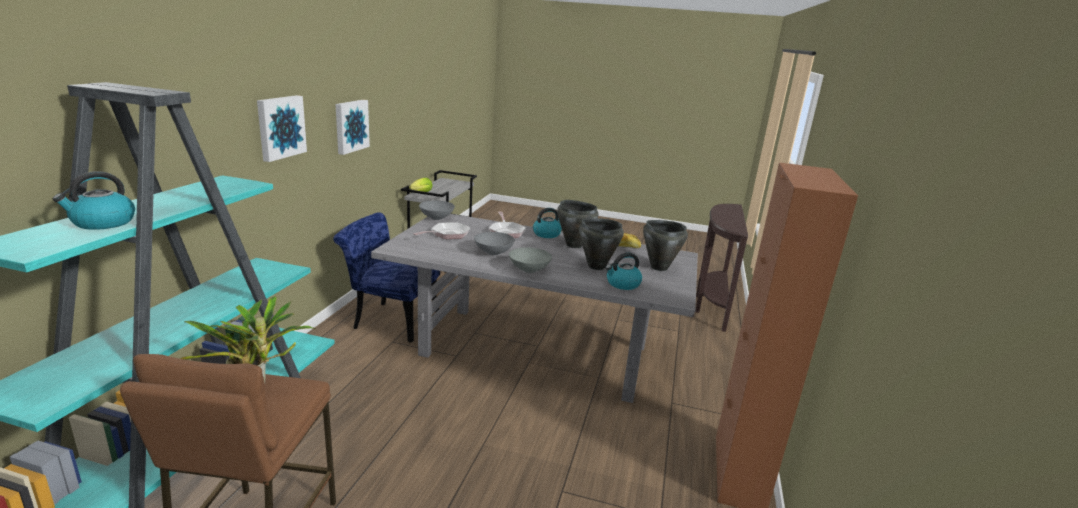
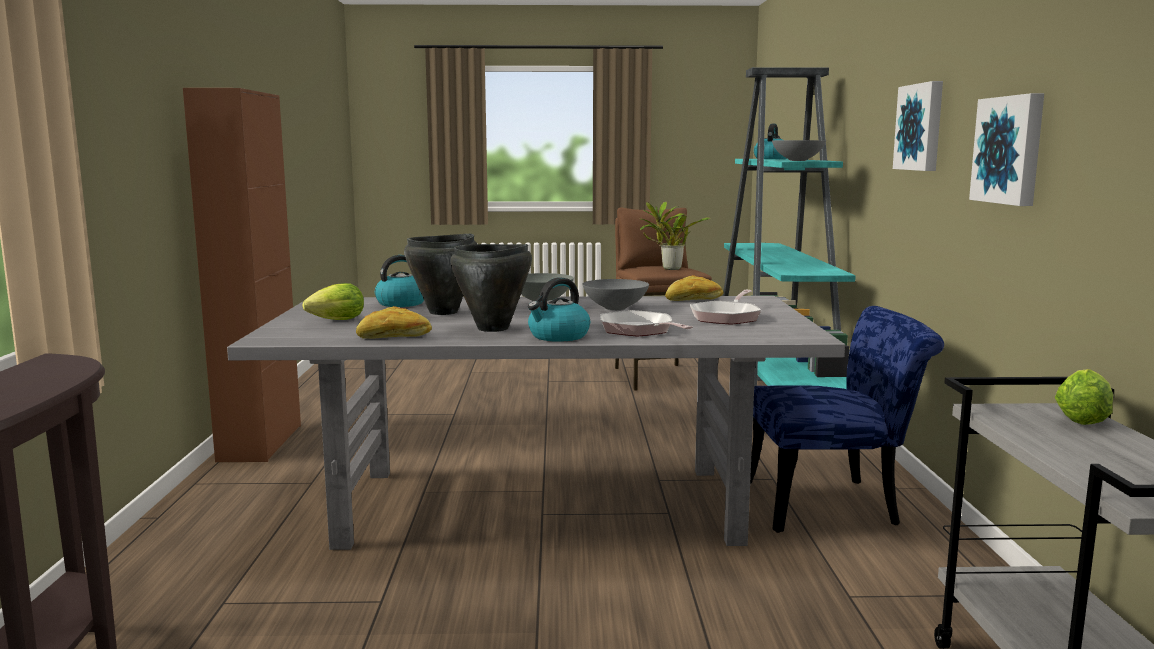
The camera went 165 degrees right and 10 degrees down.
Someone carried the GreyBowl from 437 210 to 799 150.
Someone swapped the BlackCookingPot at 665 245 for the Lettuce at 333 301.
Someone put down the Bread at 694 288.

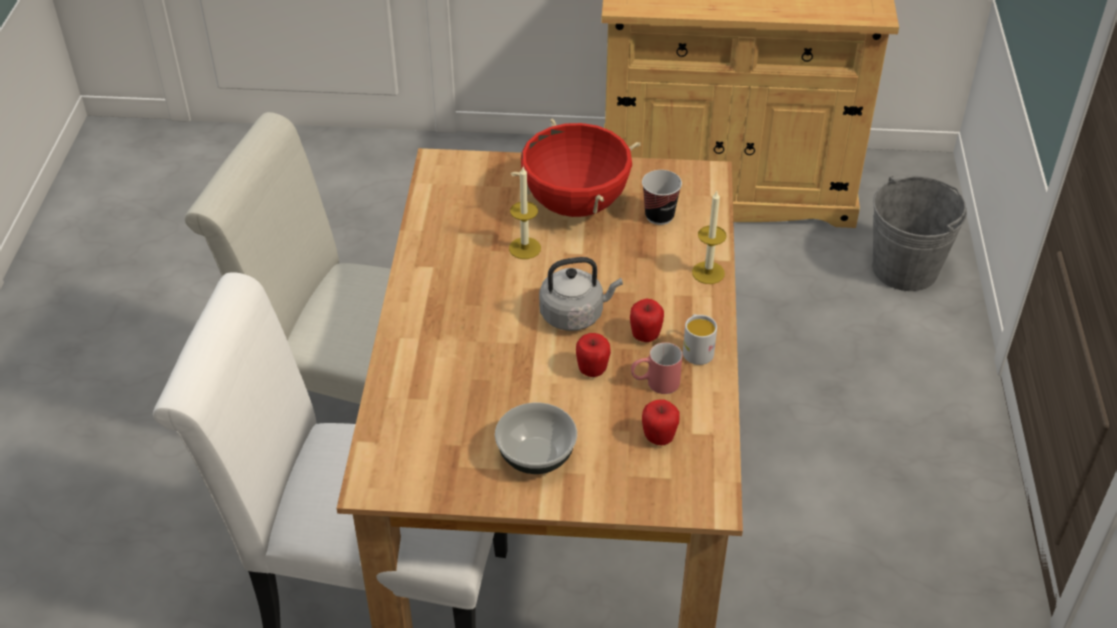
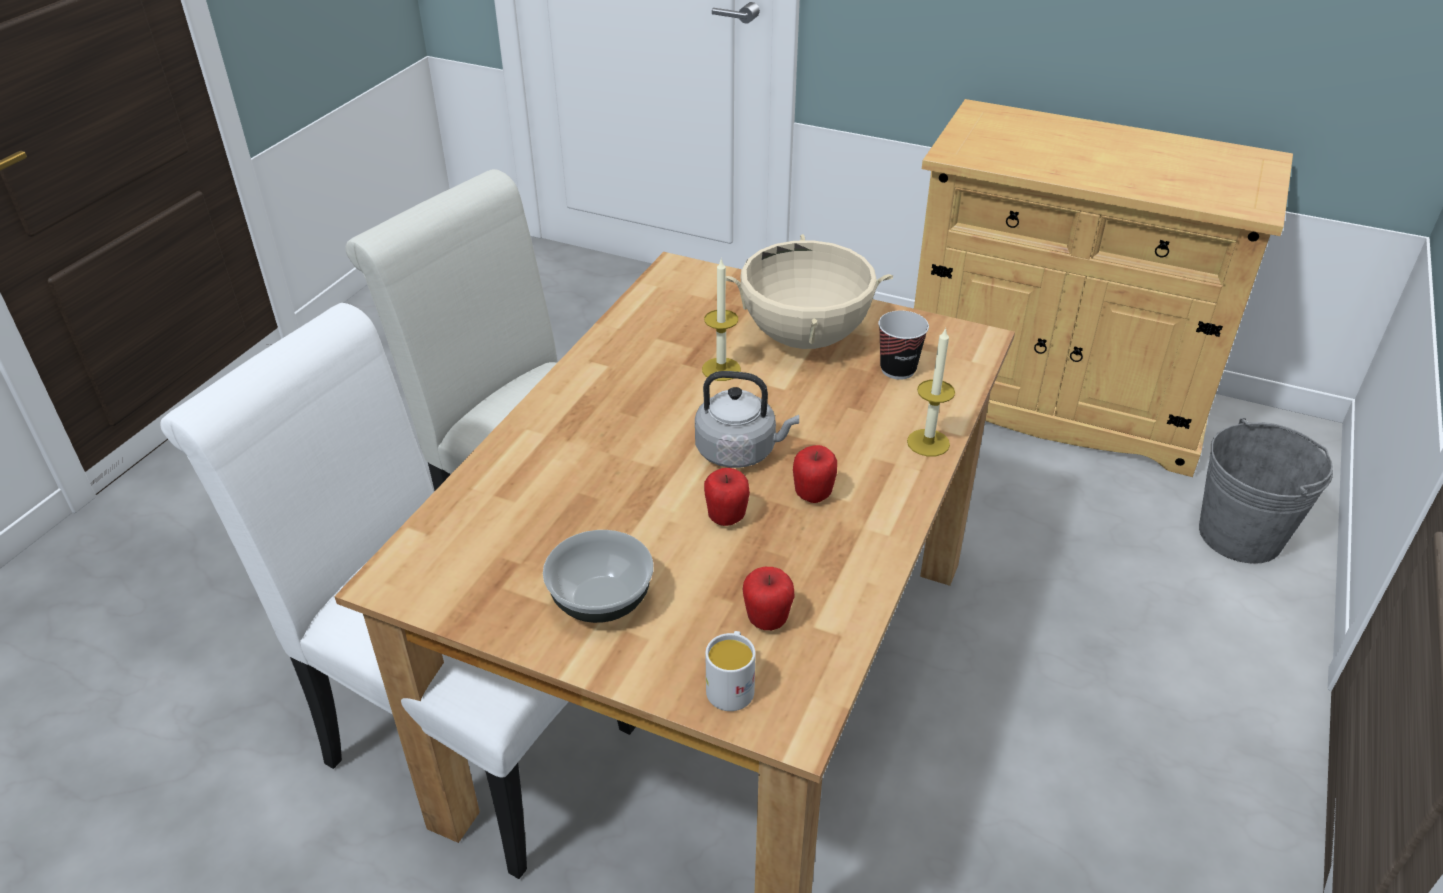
The camera went 20 degrees right and 5 degrees down.
Someone repainted the RedCookingPot at 576 168, which became the BeigeCookingPot at 809 291.
Someone carried the WhiteMug from 700 339 to 730 671.
Someone took away the RedMug at 657 368.

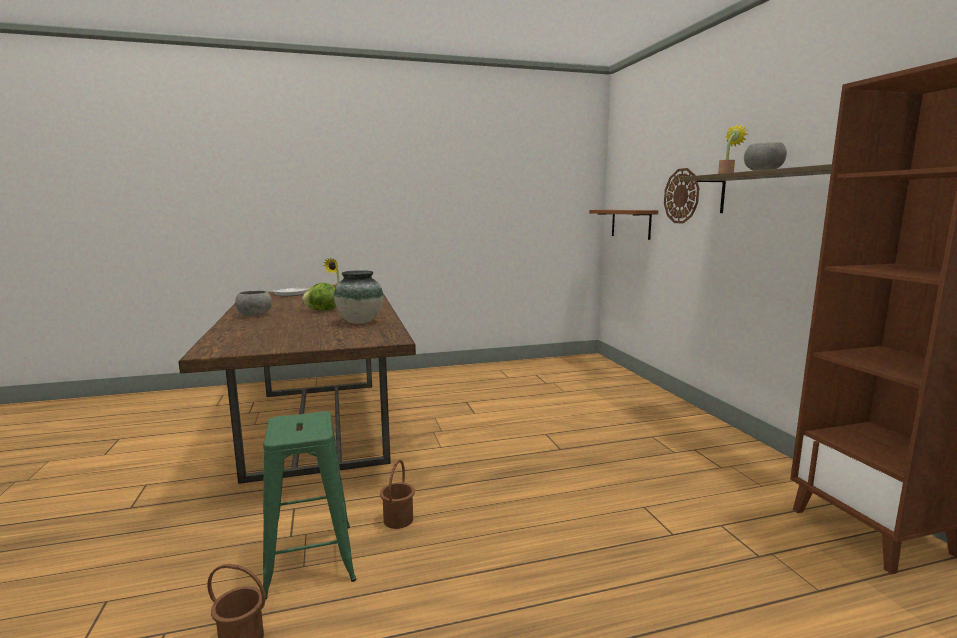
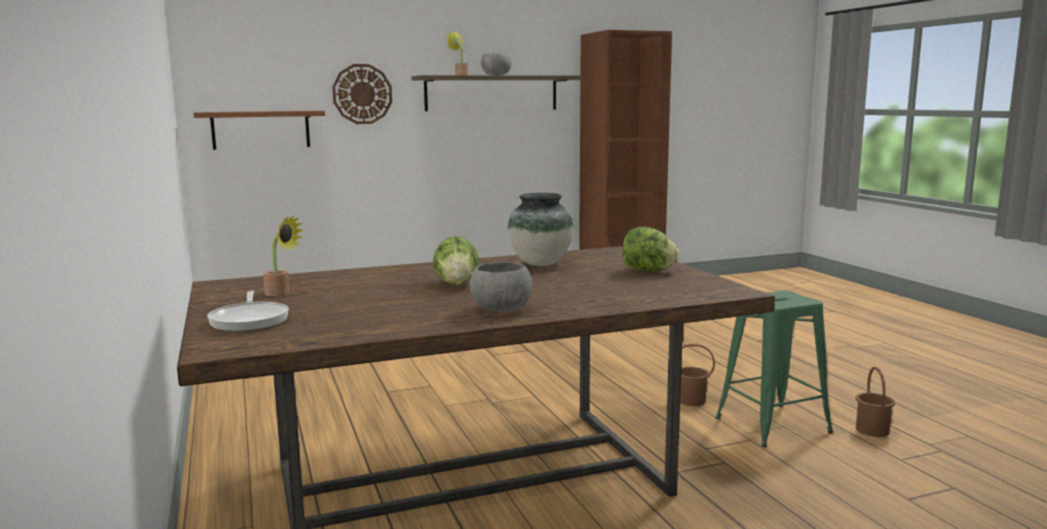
The camera went 95 degrees left and 0 degrees up.
Someone put down the Lettuce at 651 249.

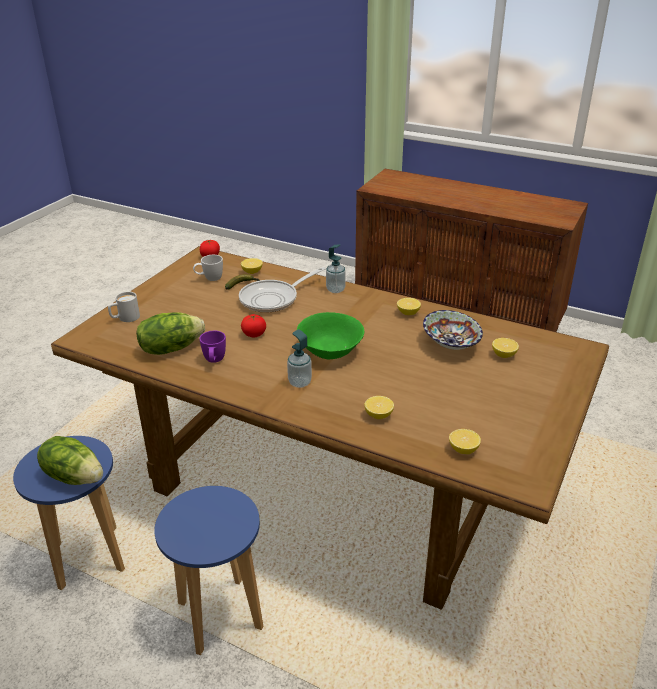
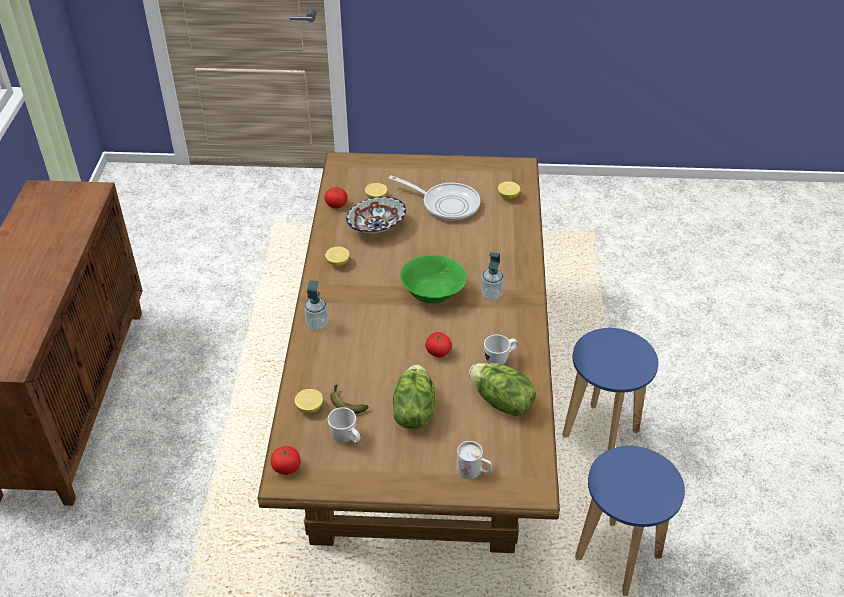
The camera went 115 degrees left and 10 degrees up.
Someone carried the FryingPan from 282 289 to 434 198.
Someone repainted the PurpleMug at 212 347, which became the WhiteMug at 501 349.
Someone took away the Lemon at 379 407.
Someone carried the Lettuce from 70 460 to 414 396.
Someone put down the Tomato at 335 198.

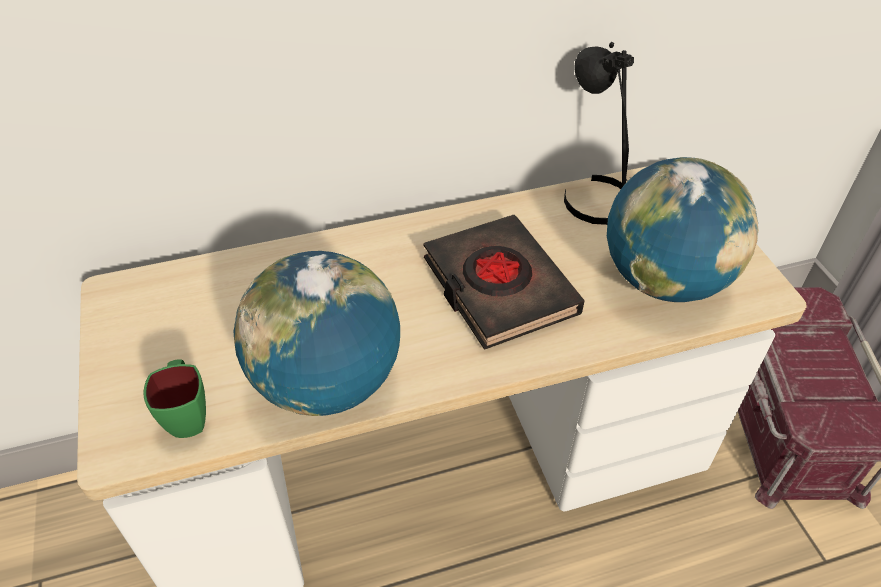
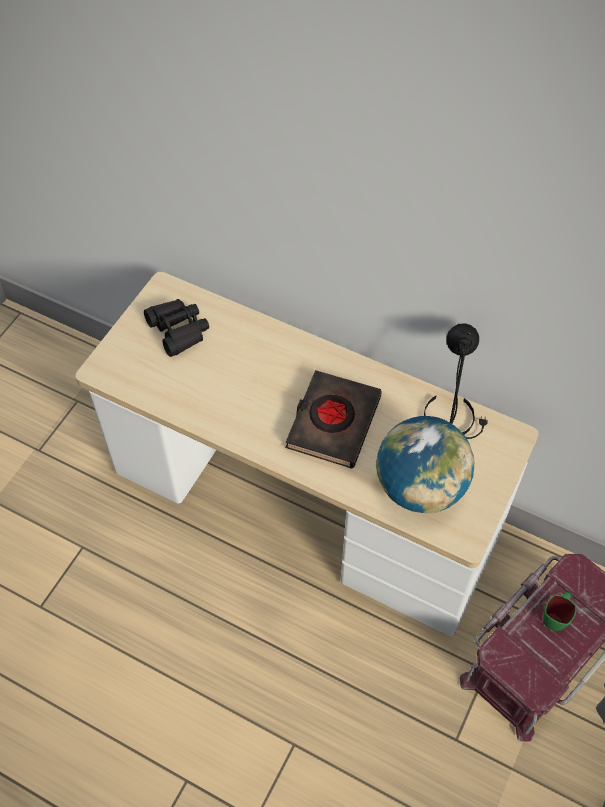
The camera went 45 degrees right and 10 degrees up.
Someone took away the Globe at 316 333.
Someone carried the GreenMug from 174 398 to 559 611.
Someone put down the BlackBinoculars at 176 328.

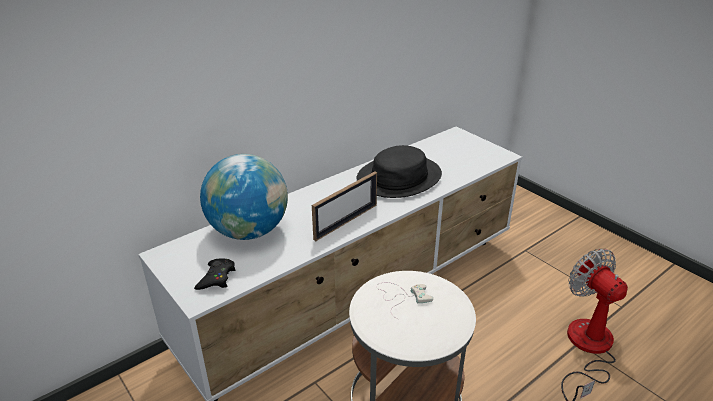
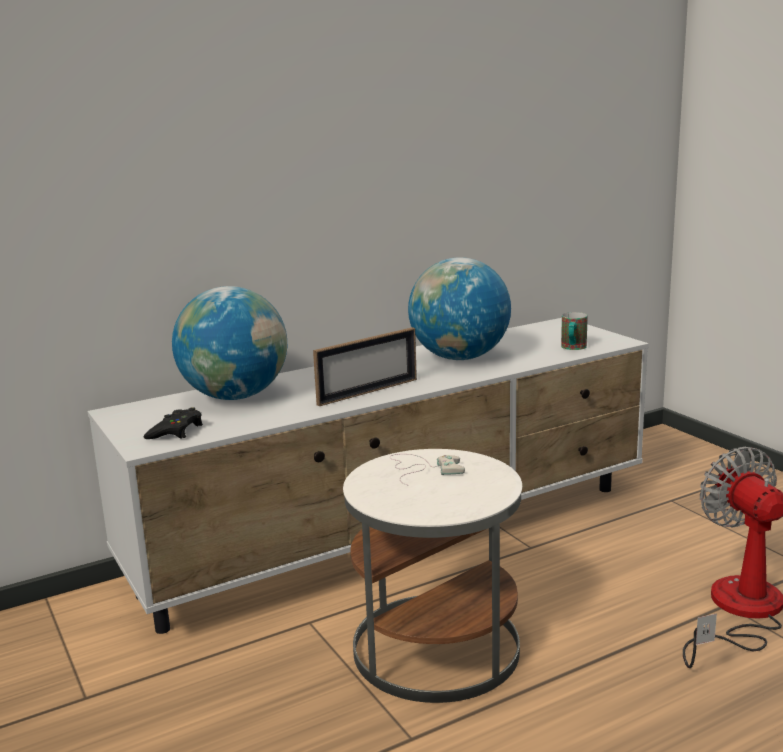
The camera went 10 degrees right and 15 degrees down.
Someone swapped the BlackHat at 399 171 for the Globe at 459 308.
Someone put down the Mug at 574 331.

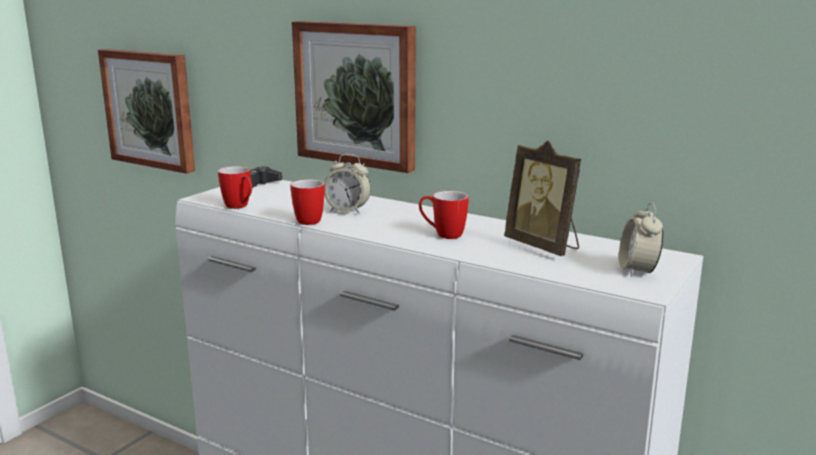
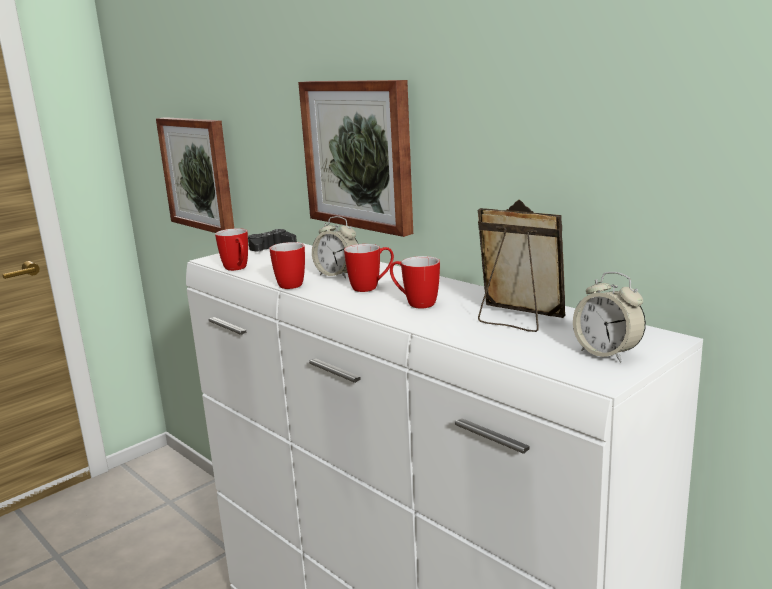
The camera went 15 degrees right and 0 degrees up.
Someone rotated the PictureFrame at 542 198 by 150 degrees clockwise.
Someone rotated the AlarmClock at 641 239 by 60 degrees counterclockwise.
Someone put down the Mug at 369 268.

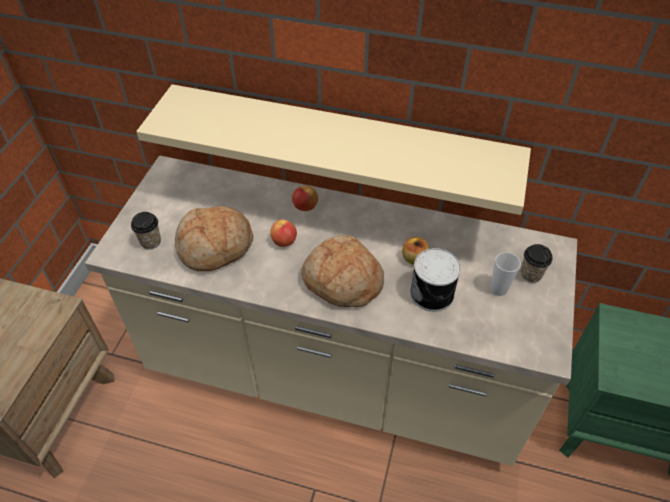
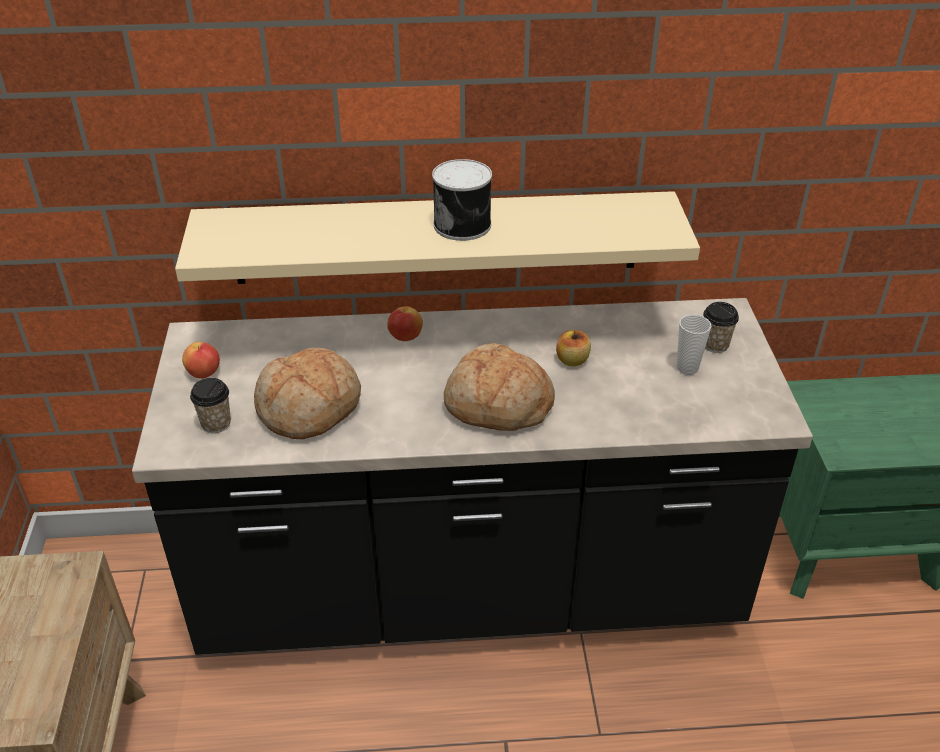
The camera went 20 degrees left and 10 degrees down.
Someone repainted the BeigeCounter at 331 311, which became the BlackCounter at 472 476.
Someone carried the Apple from 283 233 to 201 360.
Someone carried the Can from 435 280 to 462 200.

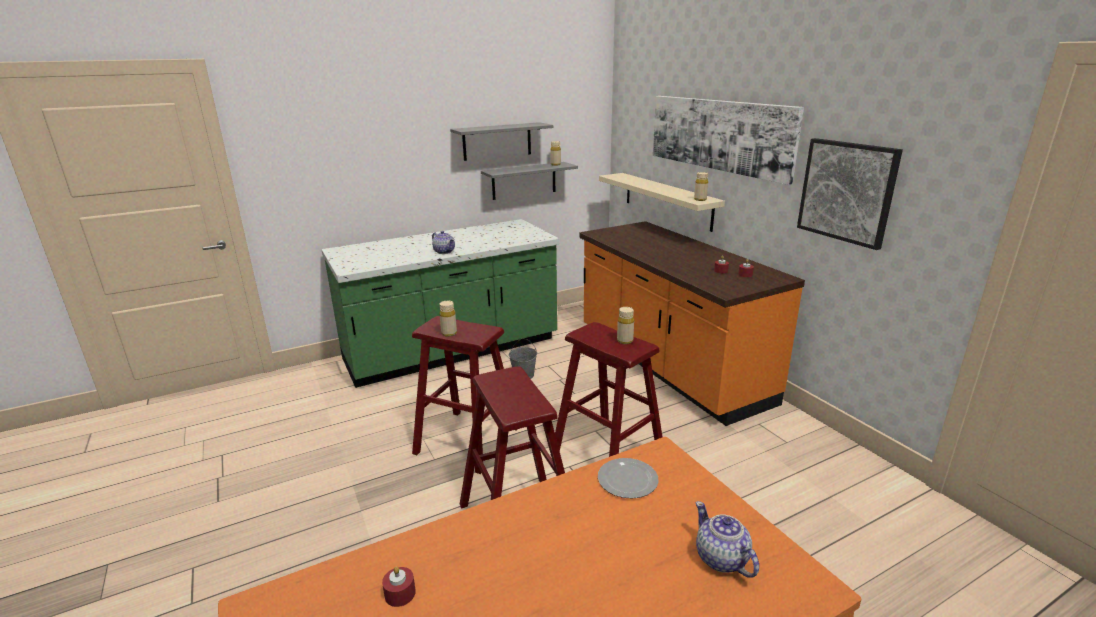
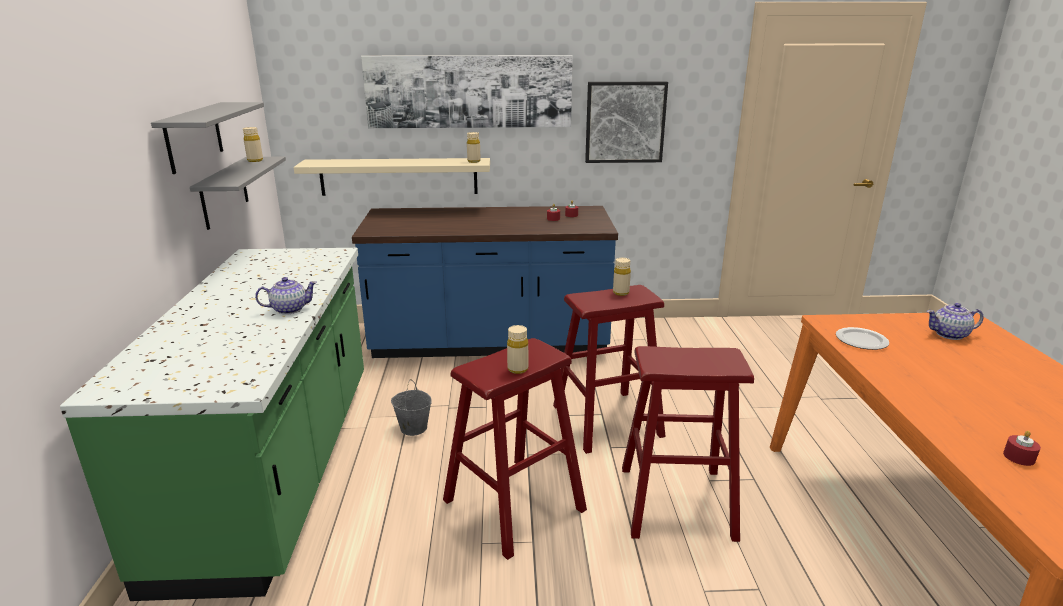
The camera went 65 degrees left and 0 degrees up.
Someone repainted the OrangeCounter at 692 323, which became the BlueCounter at 485 282.

